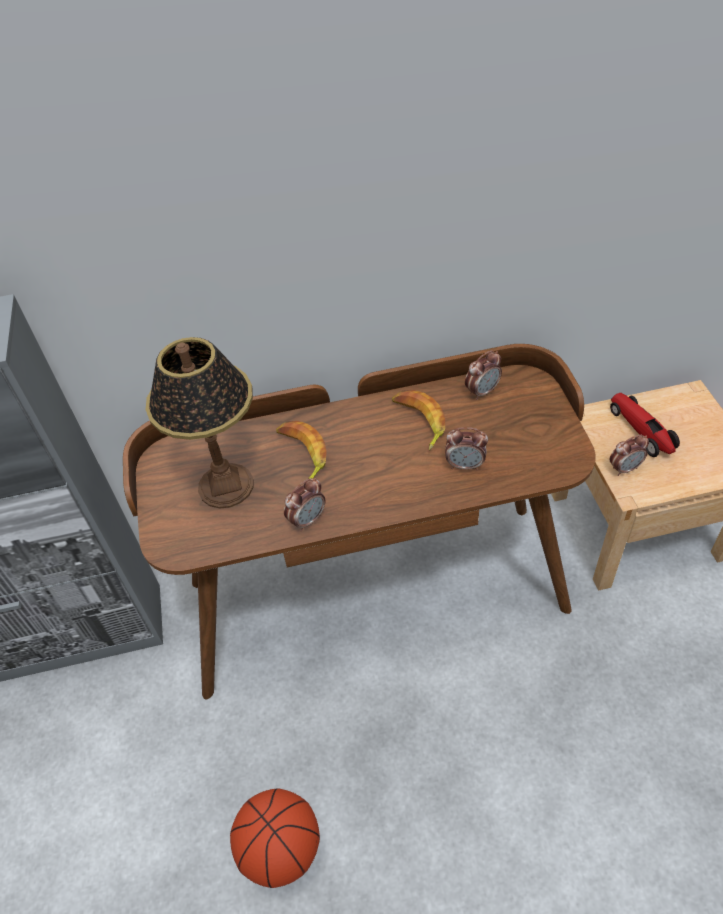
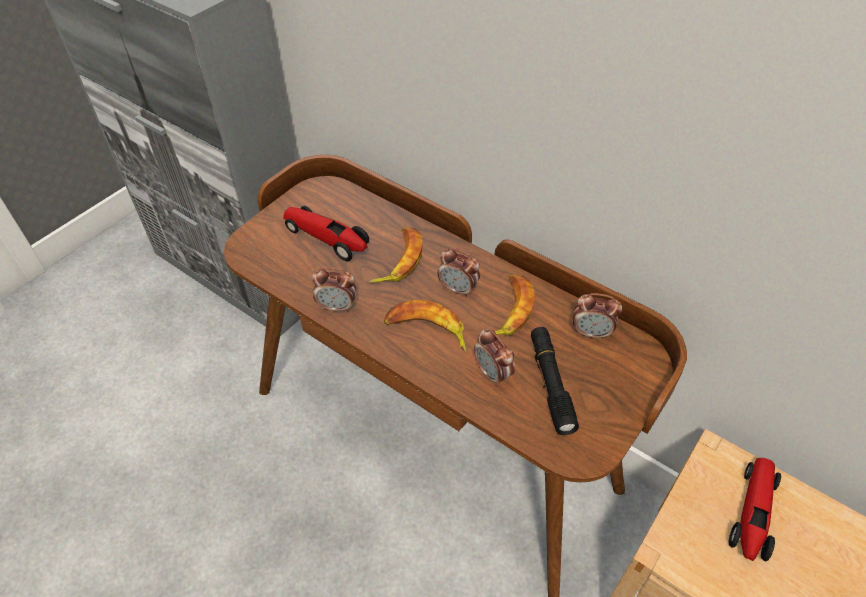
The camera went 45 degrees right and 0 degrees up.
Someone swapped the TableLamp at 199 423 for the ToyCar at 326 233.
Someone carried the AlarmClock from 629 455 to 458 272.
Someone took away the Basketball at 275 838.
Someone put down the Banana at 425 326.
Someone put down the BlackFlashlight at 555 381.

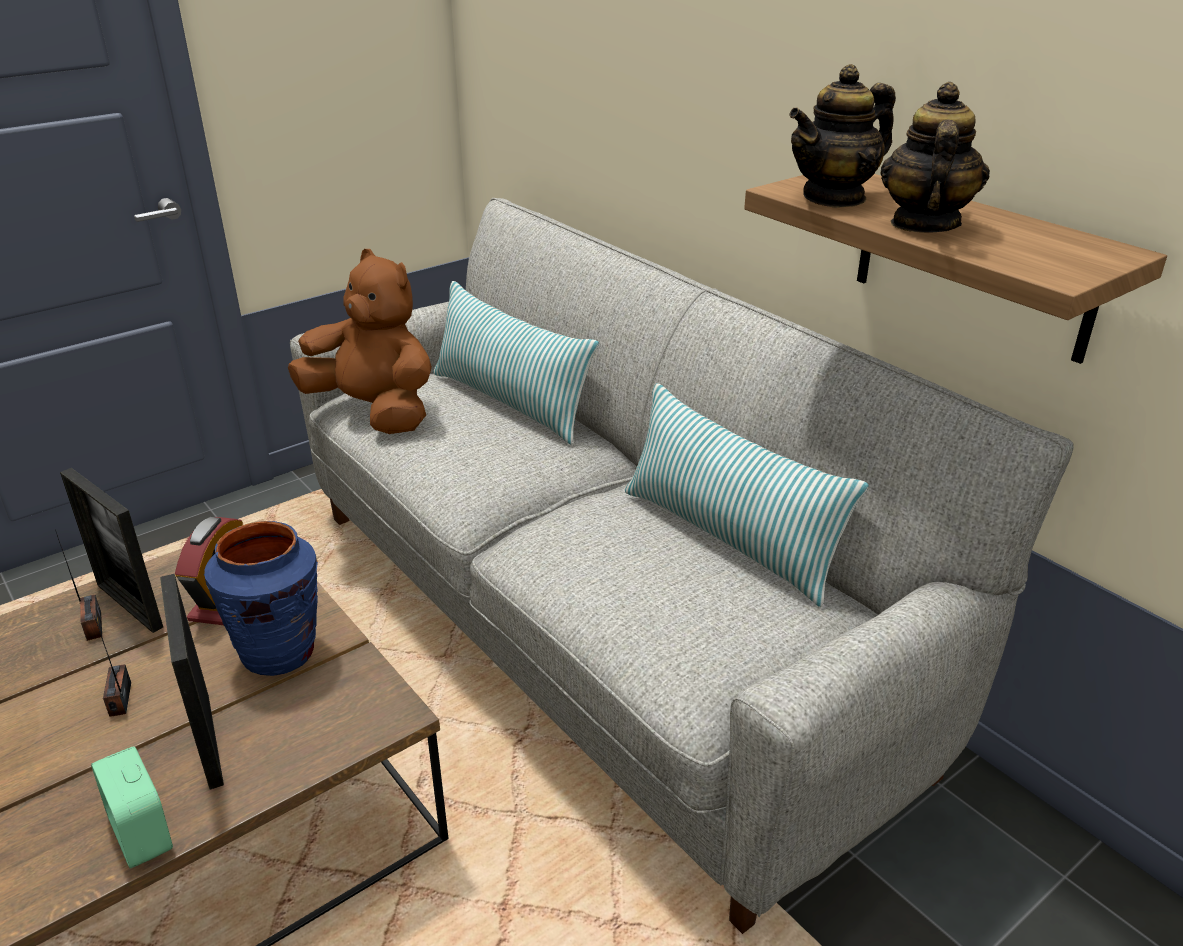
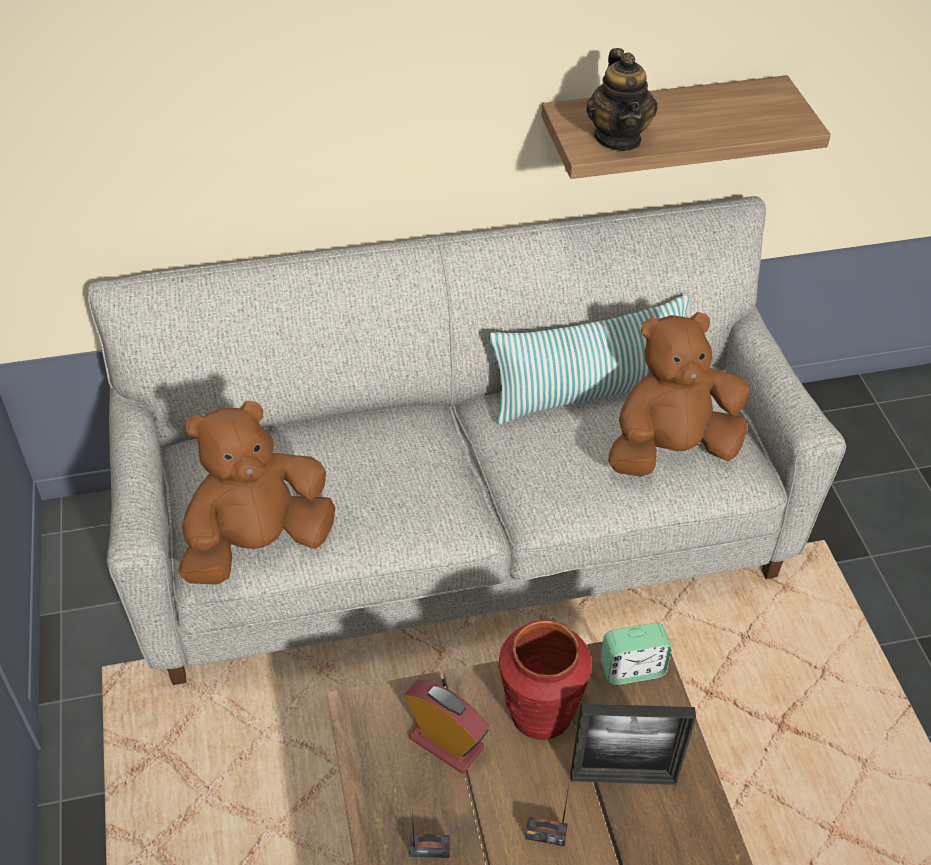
The camera went 65 degrees left and 15 degrees up.
Someone took away the Teapot at 935 157.
Someone took away the Pillow at 516 363.
Someone took away the PictureFrame at 111 550.
Someone repainted the BlueVase at 261 598, which became the RedVase at 544 679.
Someone carried the AlarmClock from 132 807 to 636 654.
Someone put down the BrownPlushToy at 679 394.

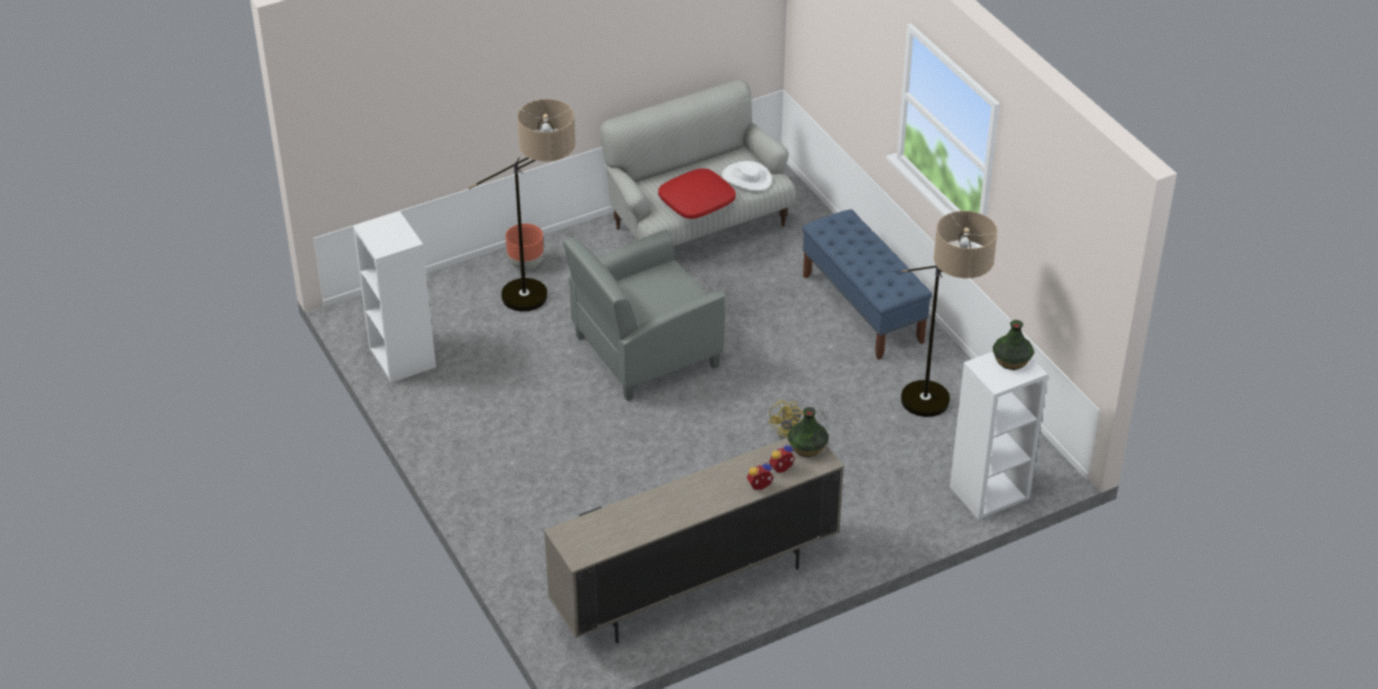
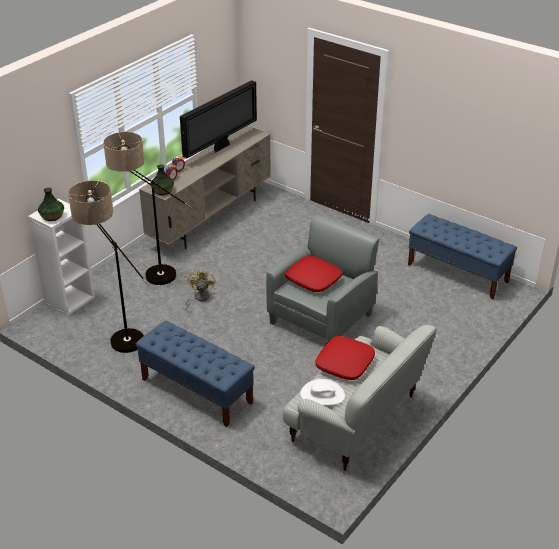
The camera went 155 degrees right and 5 degrees down.
Someone carried the FloorLamp from 522 205 to 147 208.
Someone swapped the WhiteBookcase at 394 297 for the BlueBench at 462 257.
Someone took away the BrownPlanter at 525 247.
Someone put down the Television at 218 119.
Someone put down the RedPillow at 313 274.

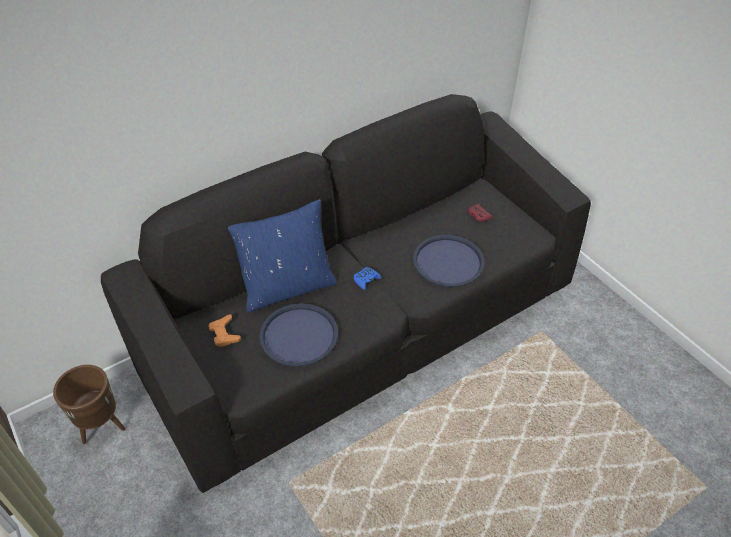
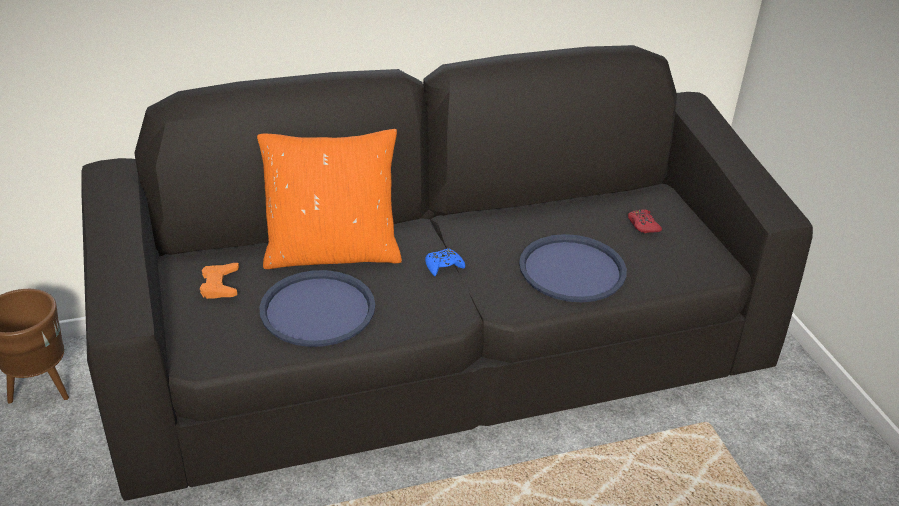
The camera went 15 degrees right and 10 degrees down.
Someone repainted the BluePillow at 282 256, which became the OrangePillow at 329 199.

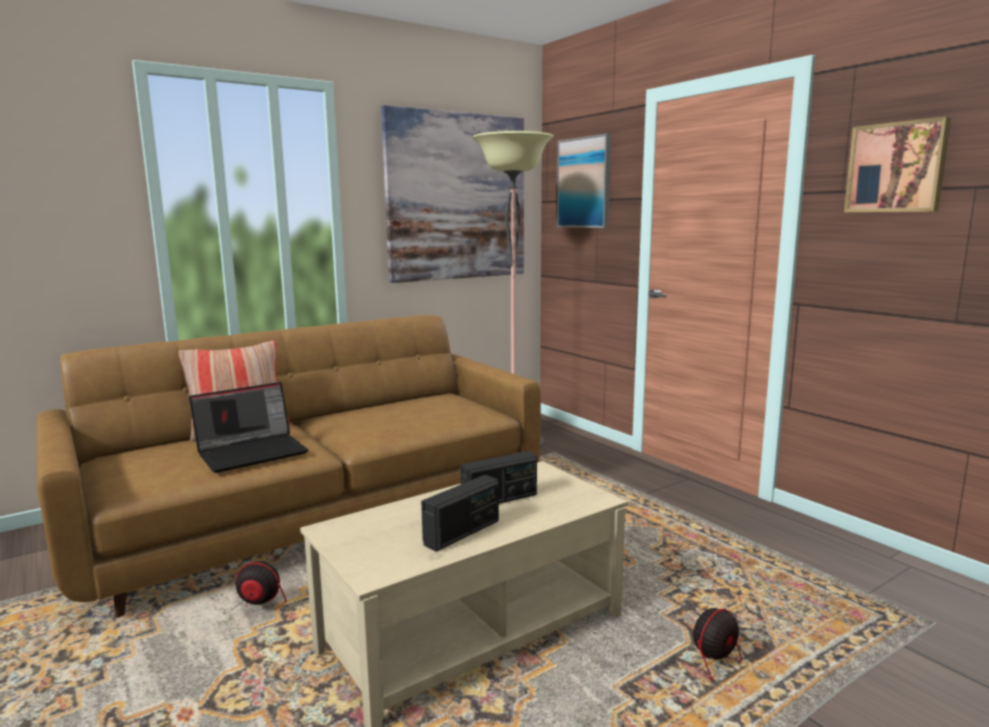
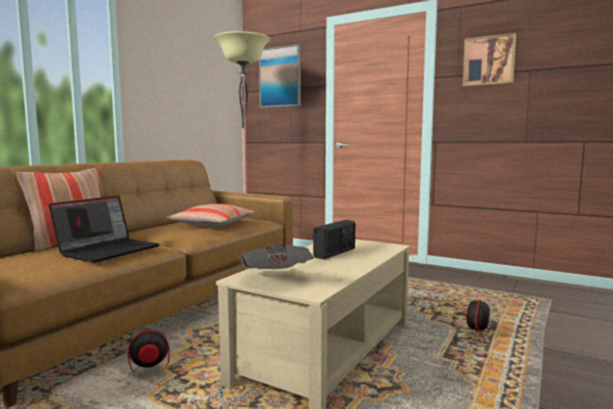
The camera went 25 degrees left and 5 degrees down.
Someone took away the Picture at 452 194.
Someone took away the Radio at 460 513.
Someone put down the Pillow at 210 215.
Someone put down the Newspaper at 275 256.

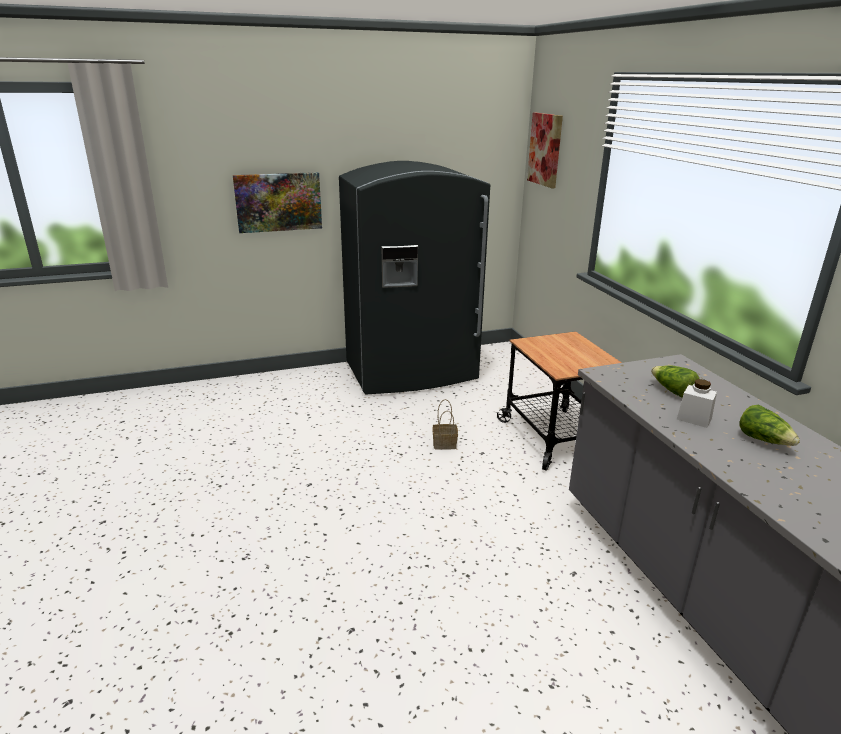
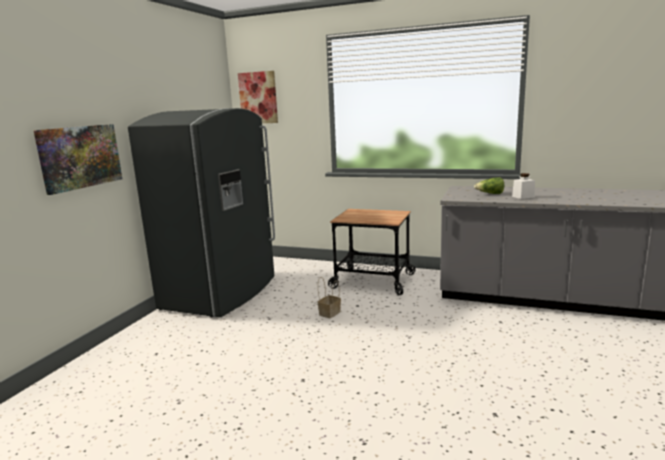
The camera went 50 degrees left and 10 degrees down.
Someone took away the Lettuce at 769 425.

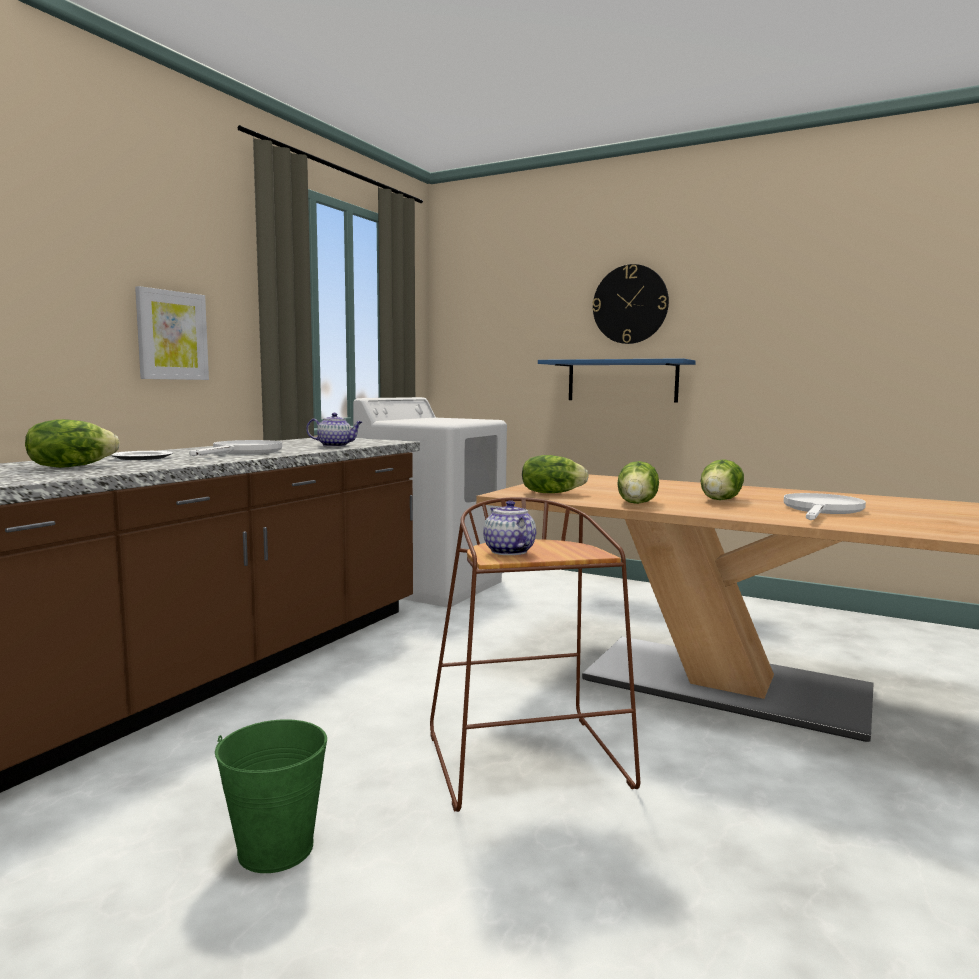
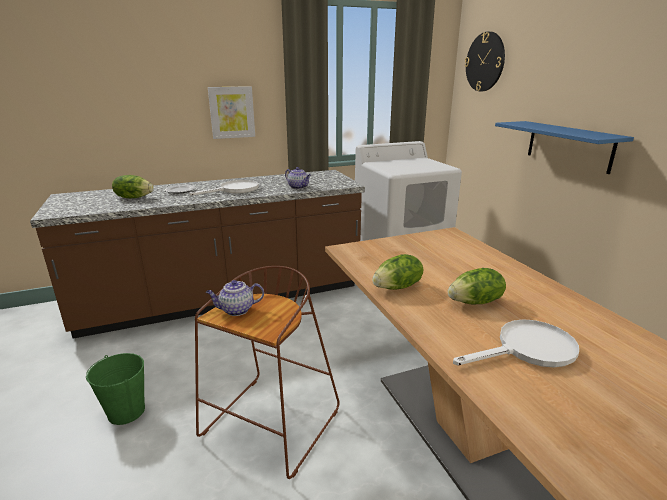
The camera went 40 degrees right and 15 degrees up.
Someone carried the WallClock from 631 304 to 485 61.
Someone took away the Lettuce at 555 474.
Someone rotated the Teapot at 509 527 by 120 degrees counterclockwise.

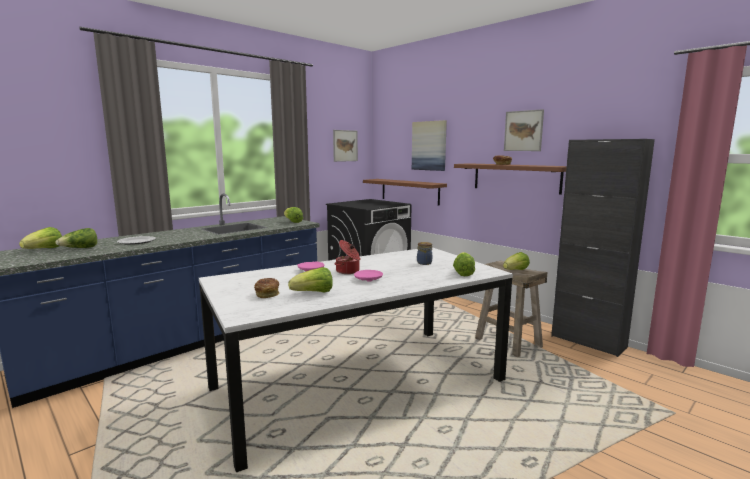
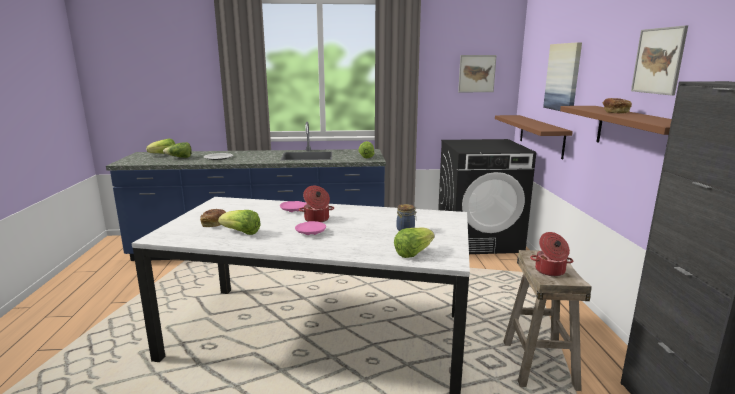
The camera went 40 degrees right and 5 degrees up.
Someone swapped the Lettuce at 516 261 for the CookingPot at 551 254.

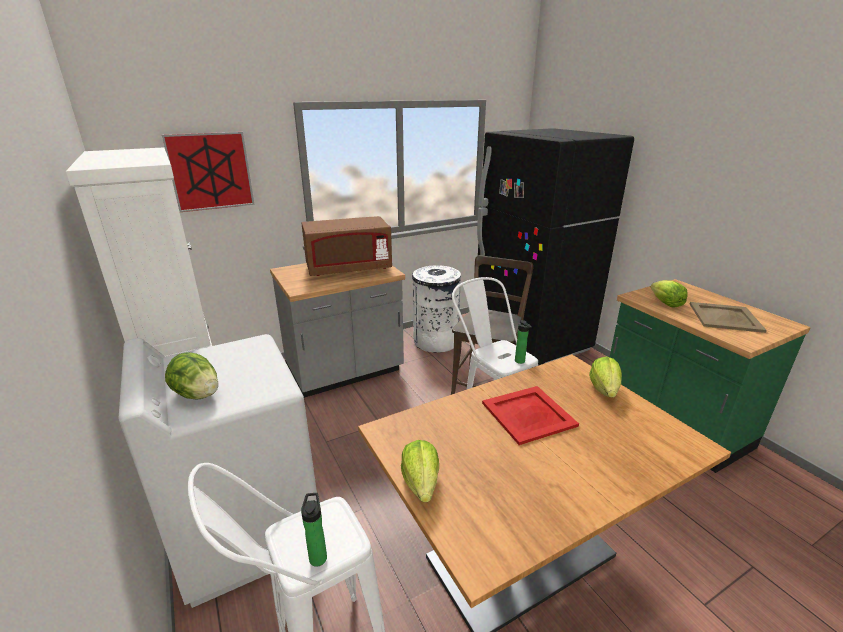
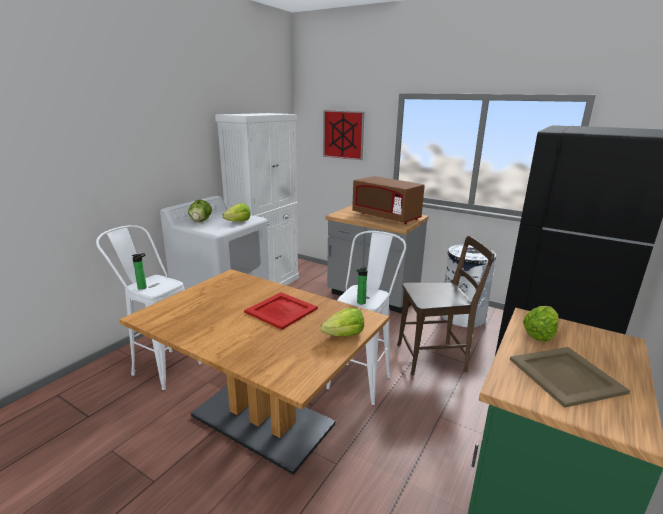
The camera went 60 degrees right and 5 degrees down.
Someone carried the Lettuce from 420 471 to 237 212.

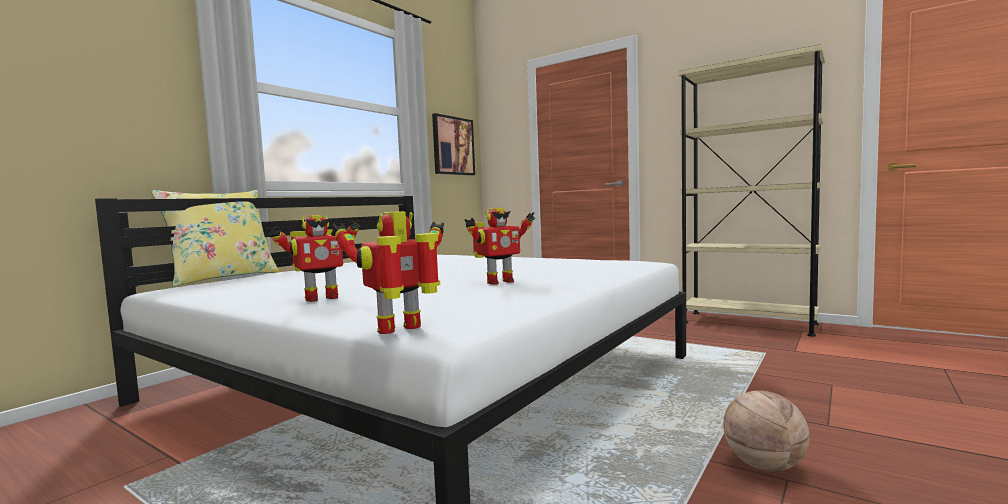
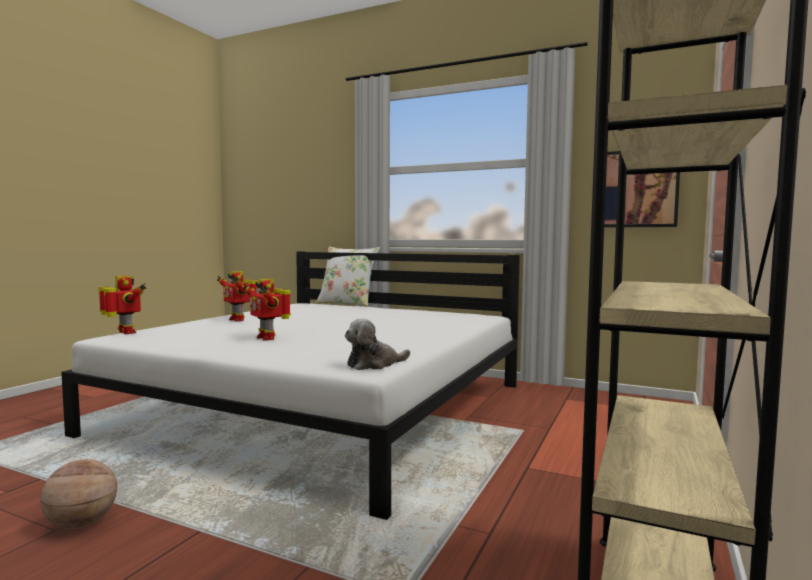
The camera went 80 degrees right and 0 degrees up.
Someone repainted the YellowPillow at 215 238, which became the WhitePillow at 348 277.
Someone put down the PlushToy at 377 344.

